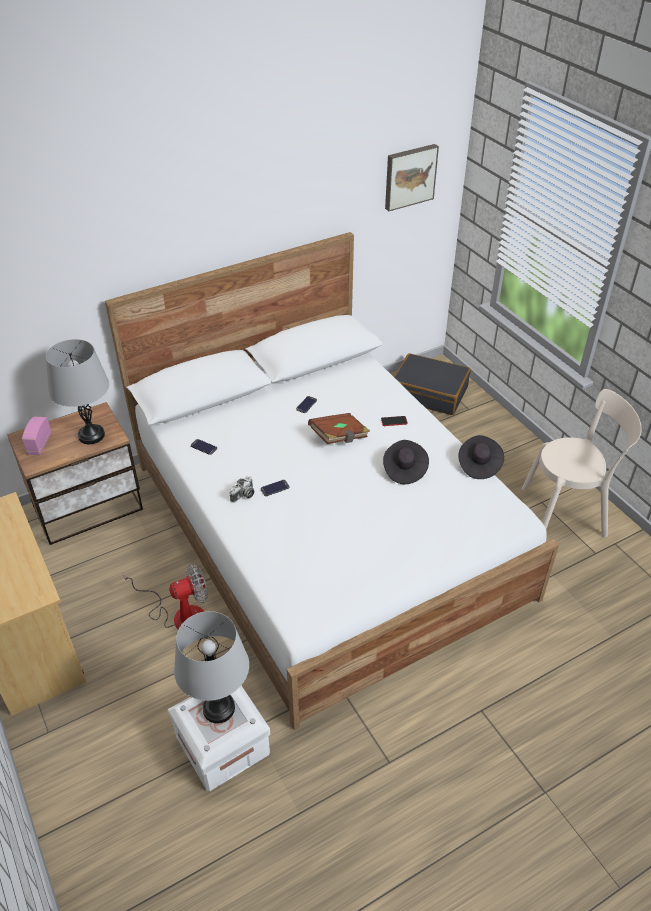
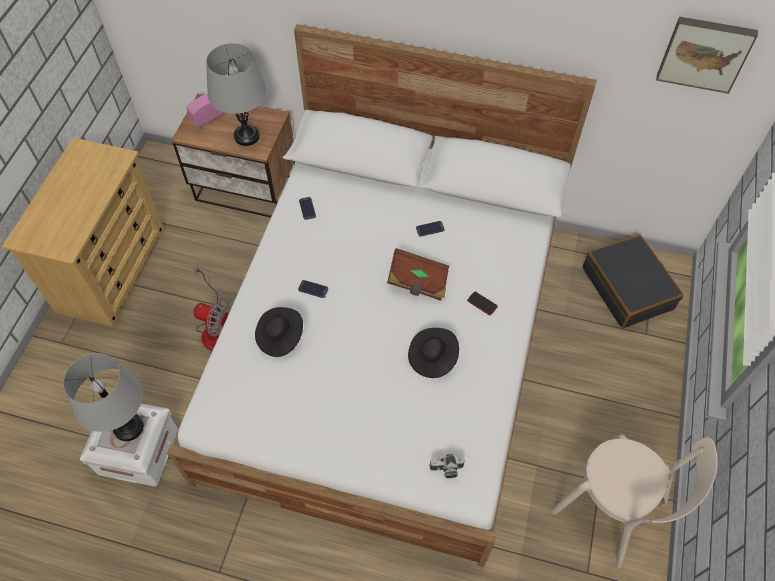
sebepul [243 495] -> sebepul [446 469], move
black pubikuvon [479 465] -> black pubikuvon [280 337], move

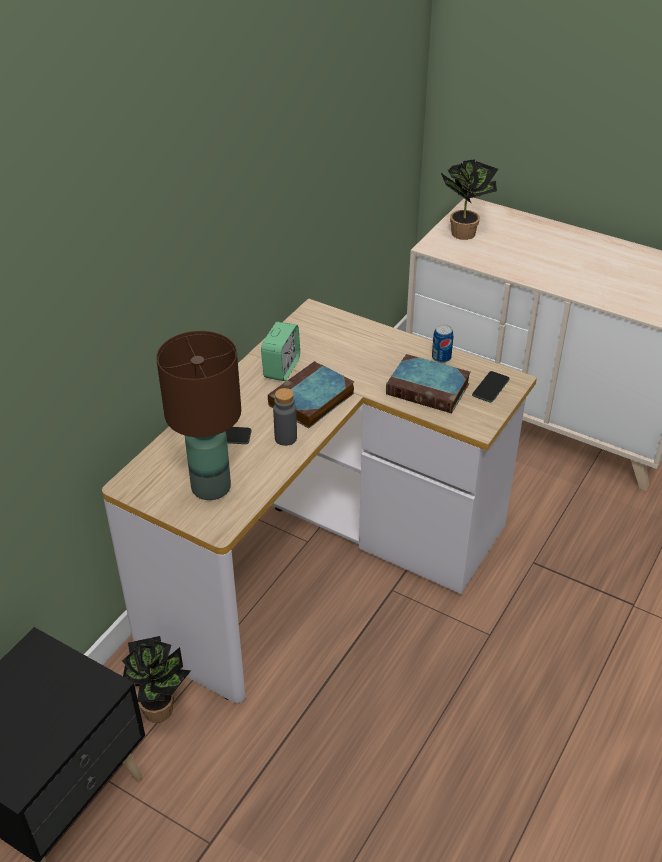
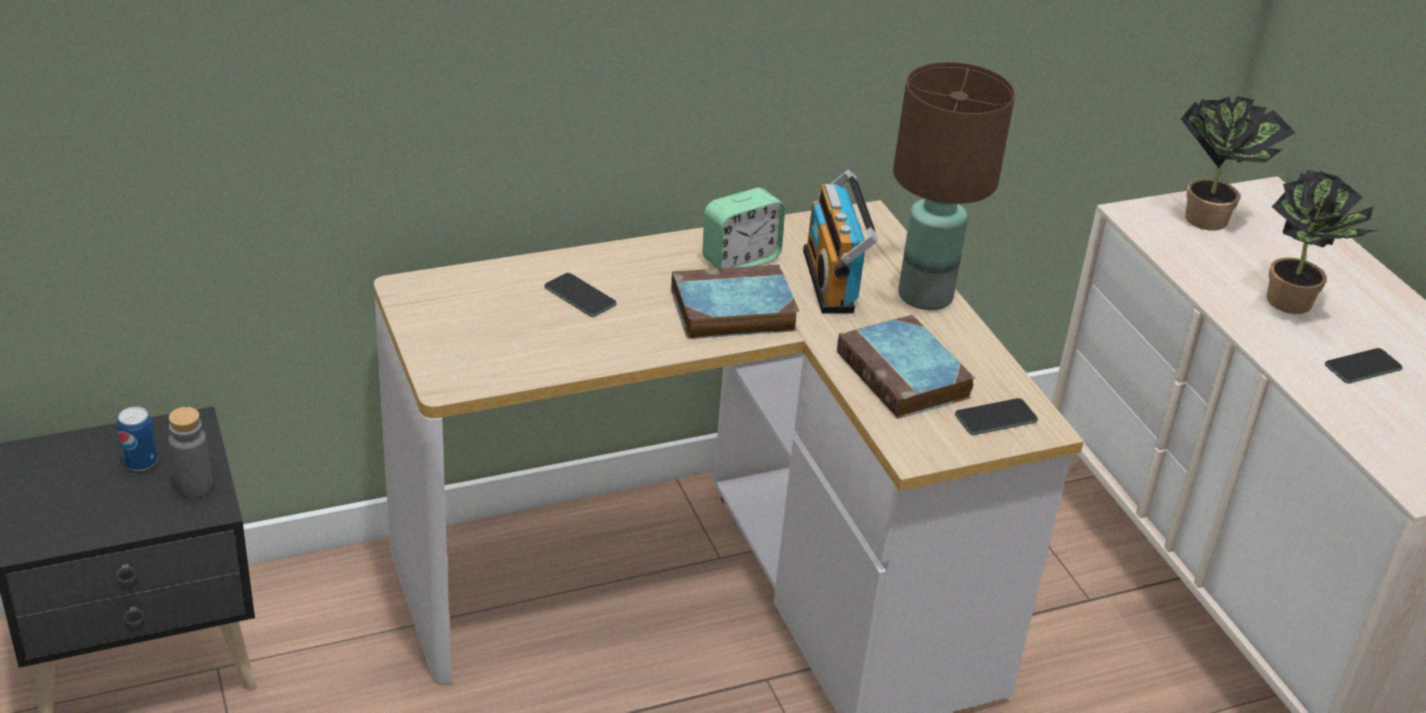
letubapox [162 710] -> letubapox [1295 304], move
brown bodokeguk [210 487] -> brown bodokeguk [924 295], move
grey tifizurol [285 438] -> grey tifizurol [194 486], move
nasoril [441 357] -> nasoril [141 462], move
none -> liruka [834 281]
none -> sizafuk [1362 367]

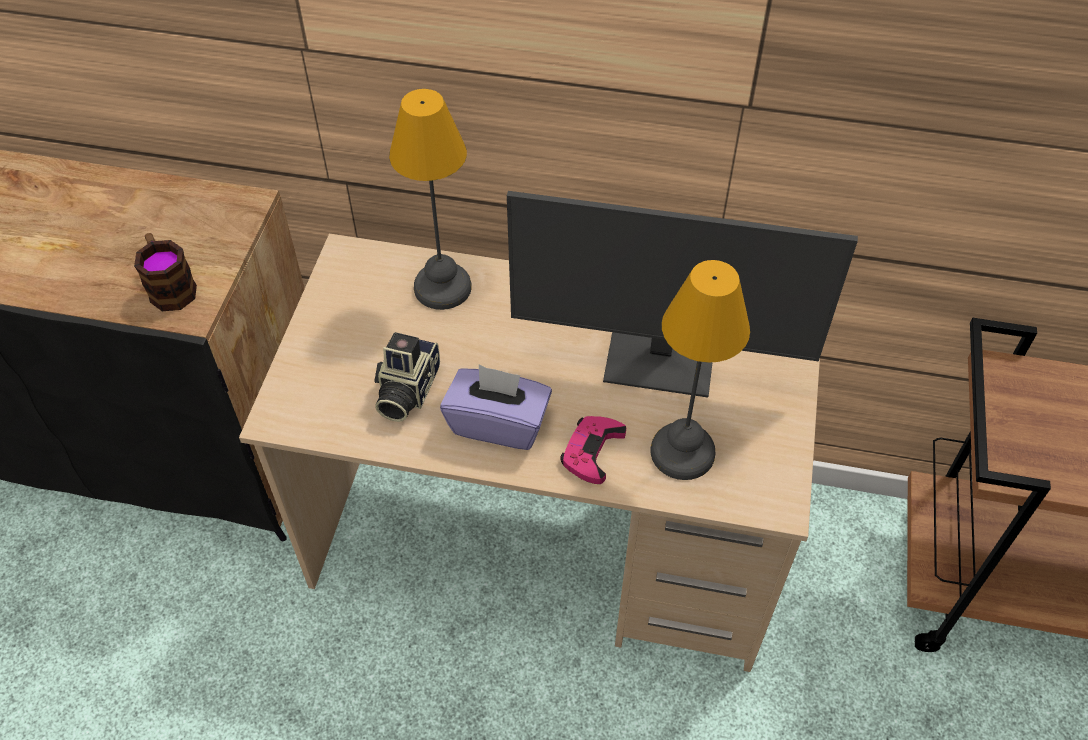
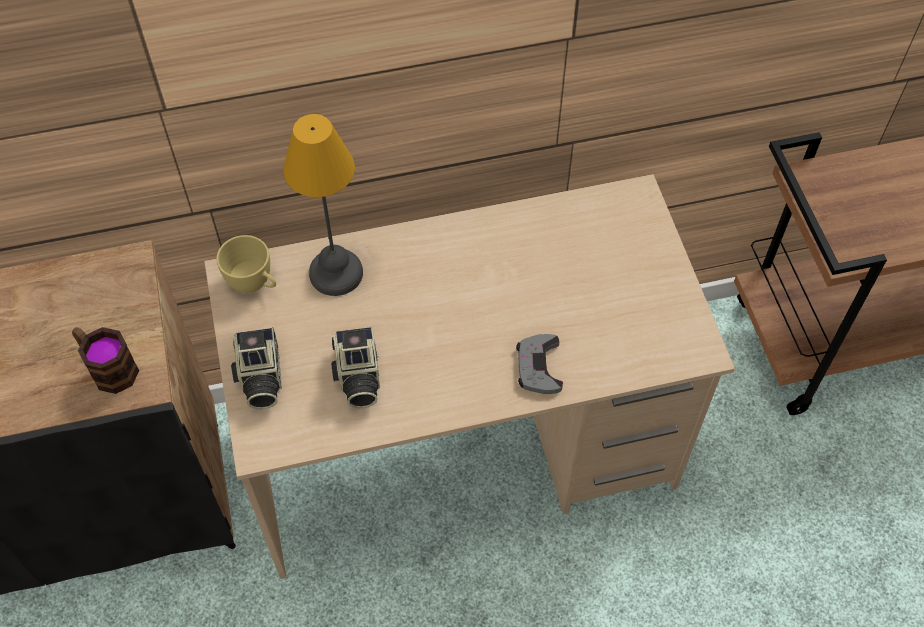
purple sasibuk [498 423] -> none
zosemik [660 360] -> none
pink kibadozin [592 451] -> grey kibadozin [538 367]
bodokeguk [683 454] -> none
none -> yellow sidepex [254 284]
none -> sebepul [259 378]

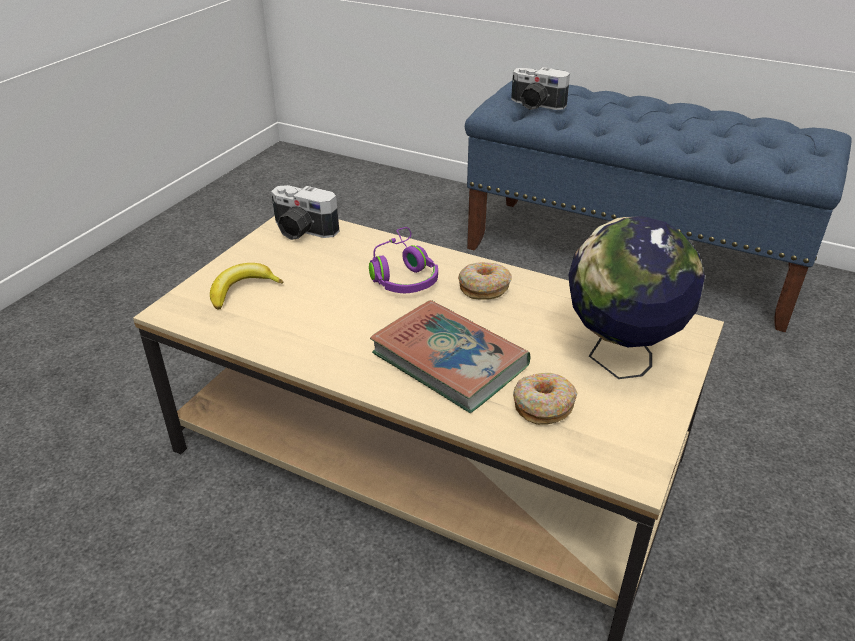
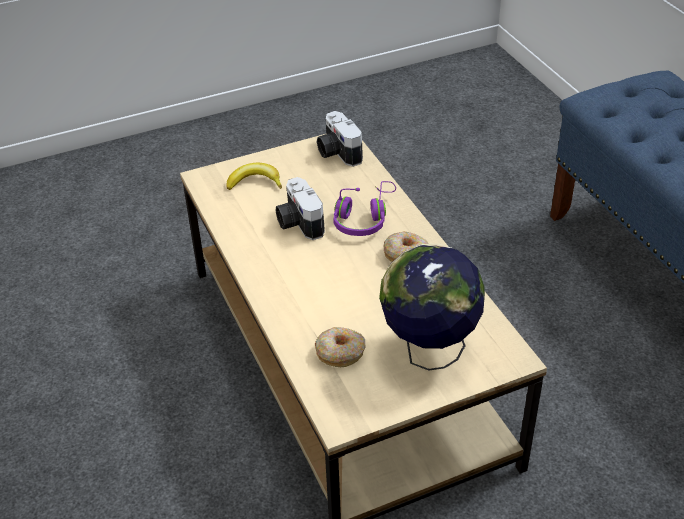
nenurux [449 361] -> none
sebepul [535 105] -> sebepul [298 223], move

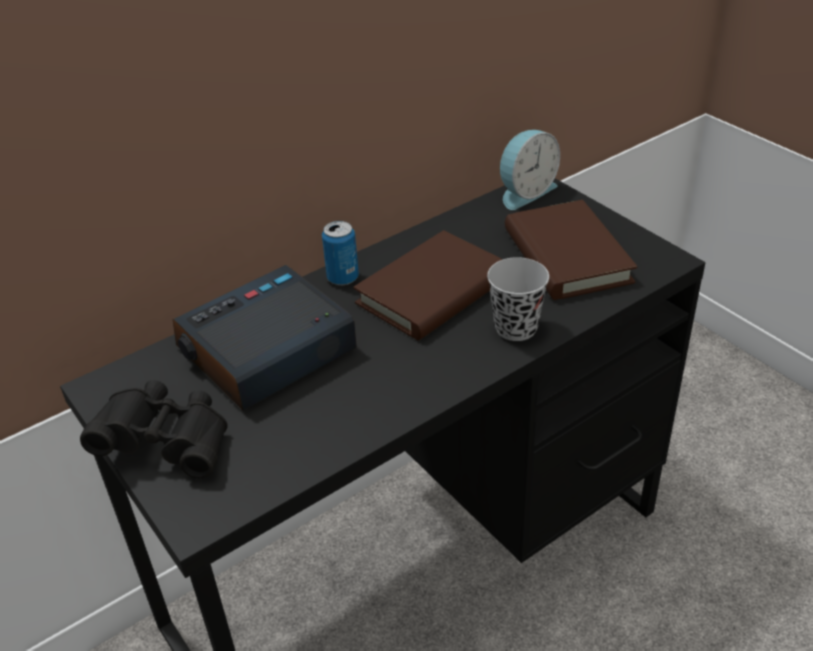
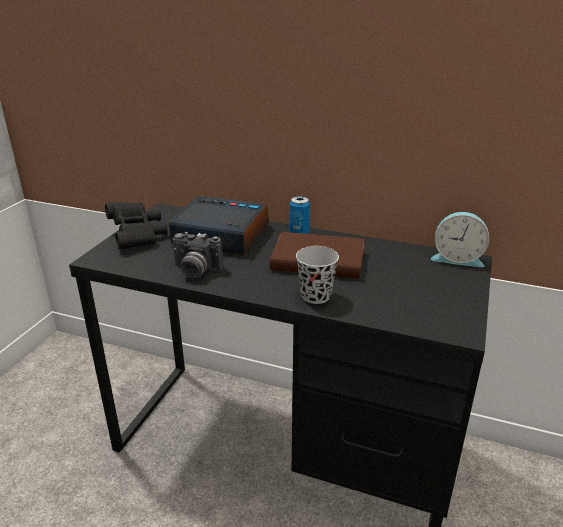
brown nenurux [566 256] -> none
none -> sebepul [195 271]

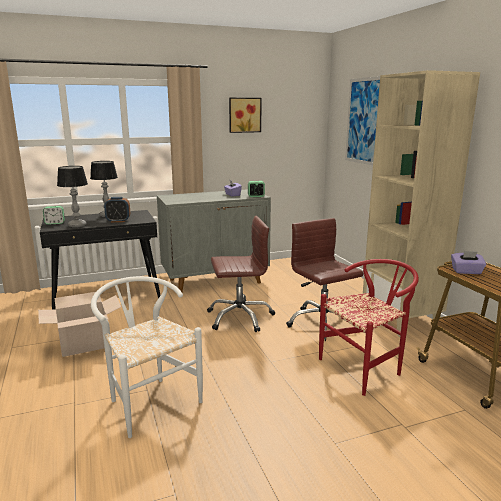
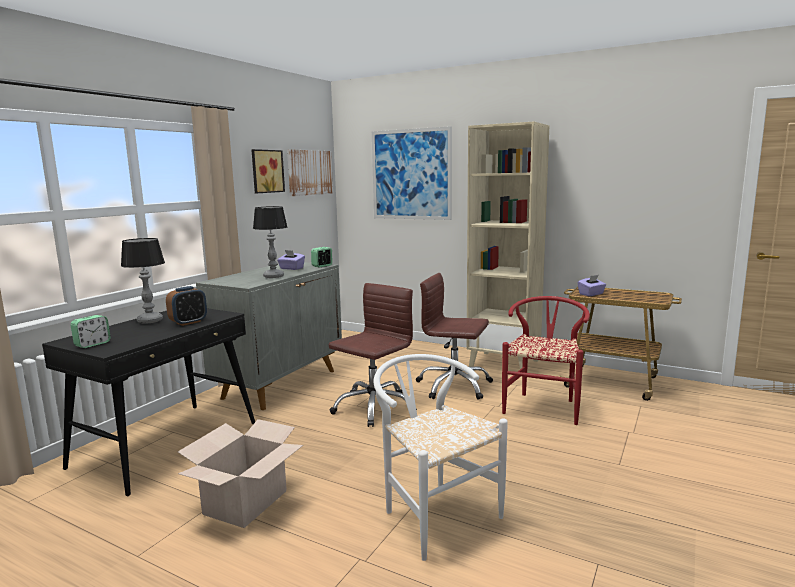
bodokeguk [78 225] -> bodokeguk [274 276], move
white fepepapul [149 401] -> white fepepapul [434 513], 45 degrees clockwise
none -> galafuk [309 172]

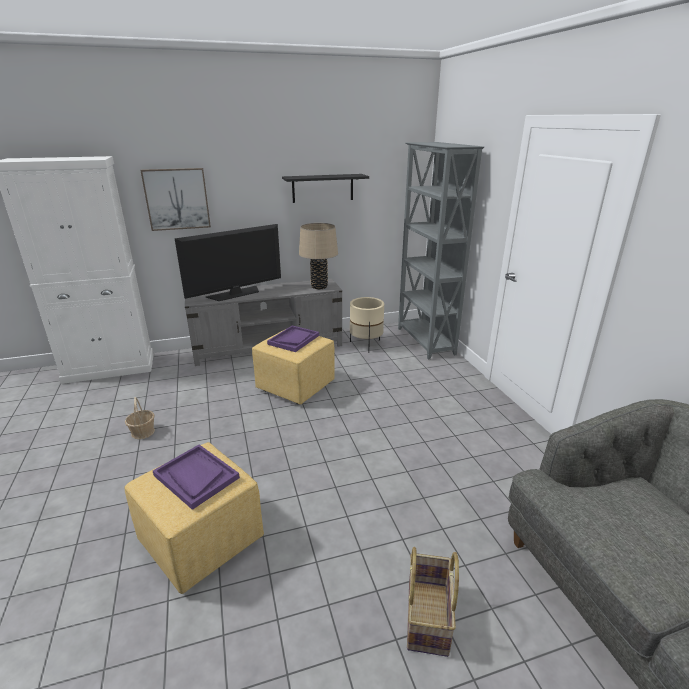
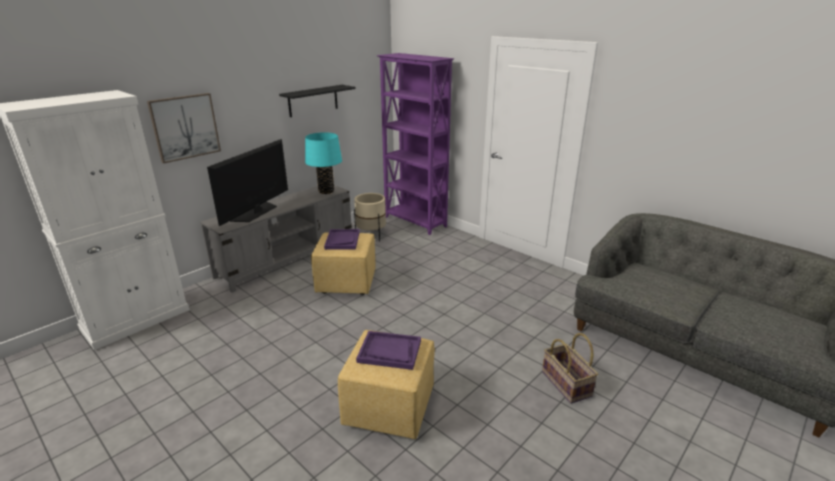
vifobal [143 432] -> none
beige bodokeguk [319 287] -> turquoise bodokeguk [326 191]
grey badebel [425 341] -> purple badebel [415 222]

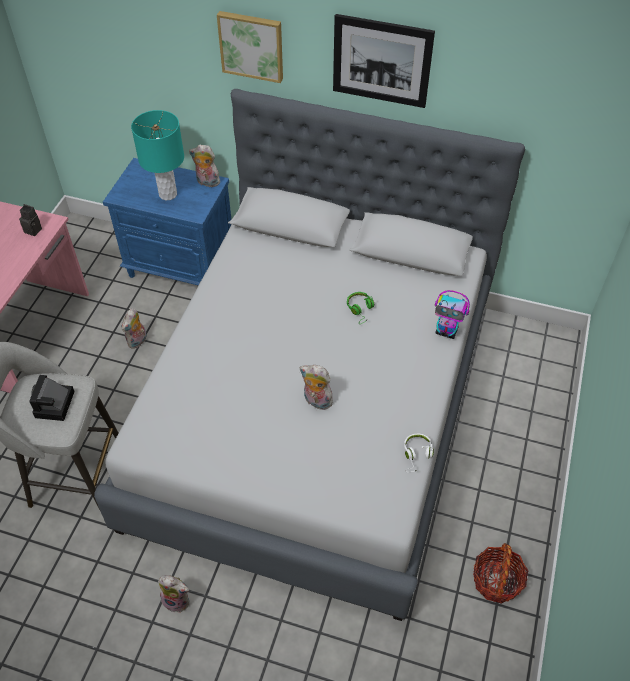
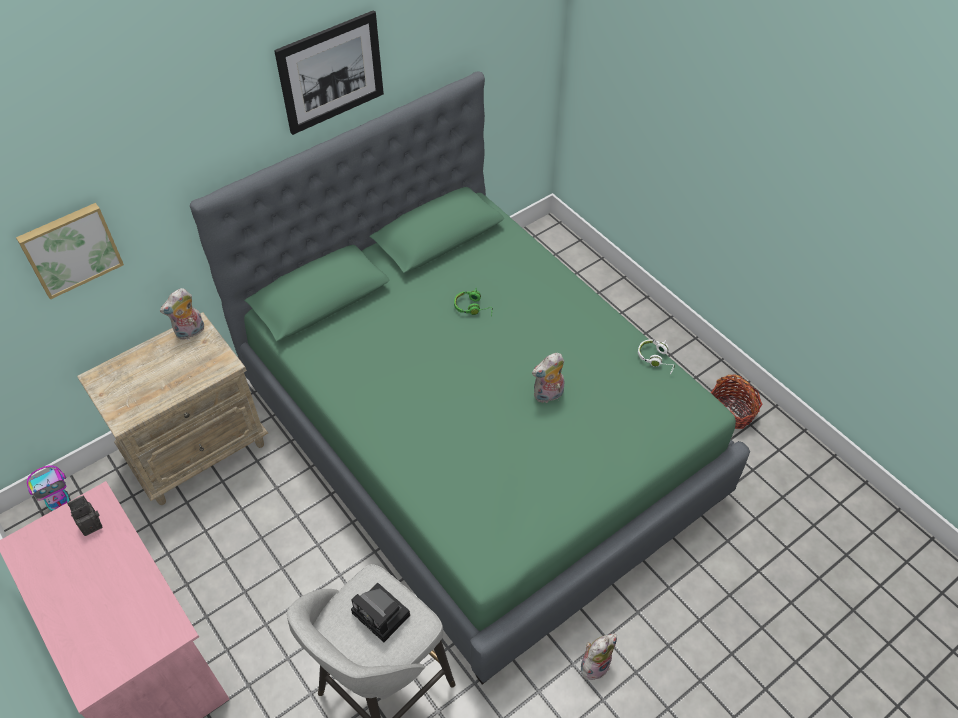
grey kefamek [315 412] -> green kefamek [478 438]
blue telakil [182 266] -> beige telakil [197 448]
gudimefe [138 341] -> none
turquoise bodokeguk [167 194] -> none
galafuk [252 45] -> galafuk [70 249], move
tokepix [447 331] -> tokepix [61 503], move

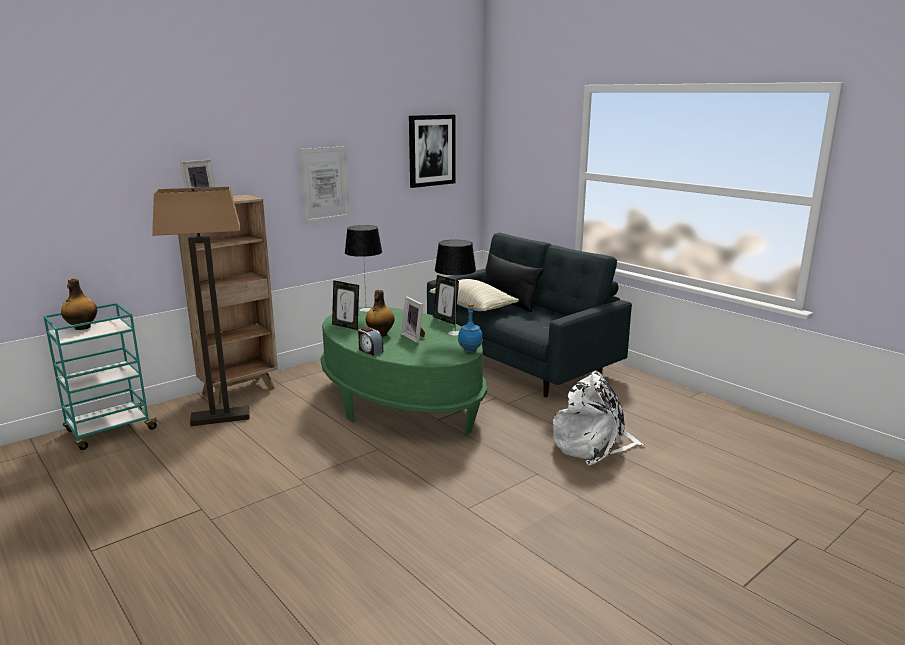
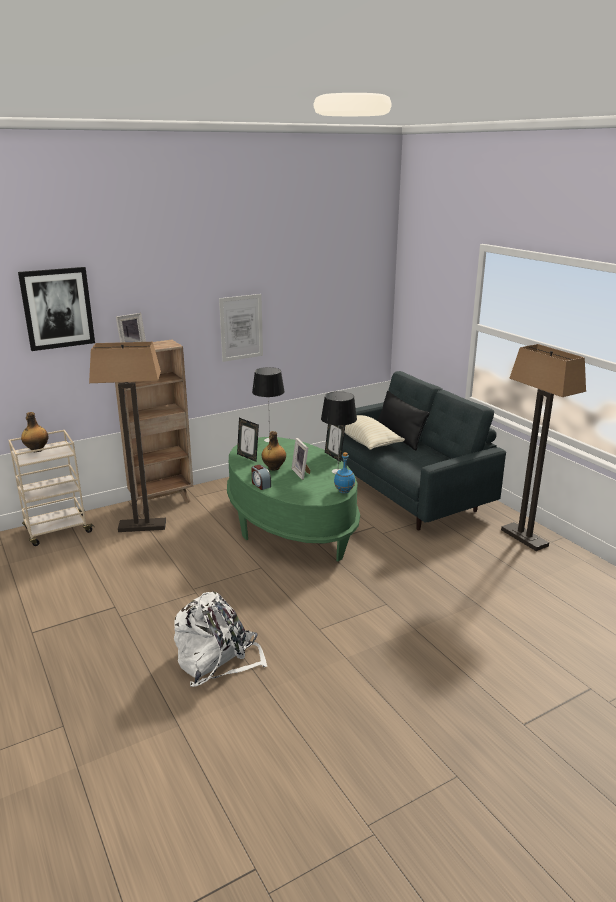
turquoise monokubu [109 431] -> beige monokubu [57 530]
galafuk [431 150] -> galafuk [57 308], move
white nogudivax [593 446] -> white nogudivax [217 660], move
none -> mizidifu [524 538]

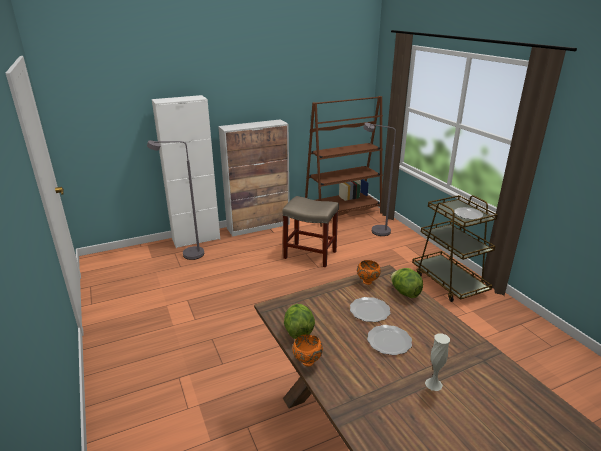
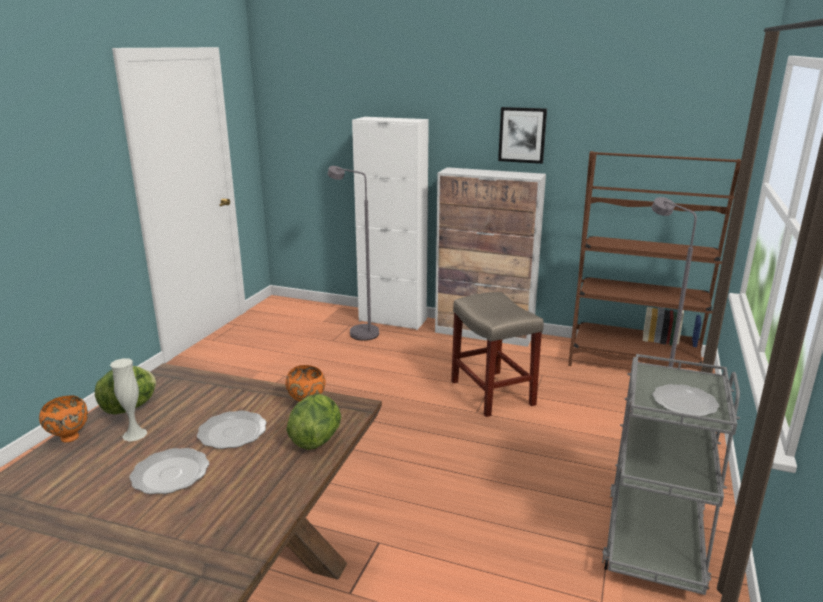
brown monokubu [448 282] -> grey monokubu [654 540]
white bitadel [433 384] -> white bitadel [134 434], move
none -> galafuk [522 135]

